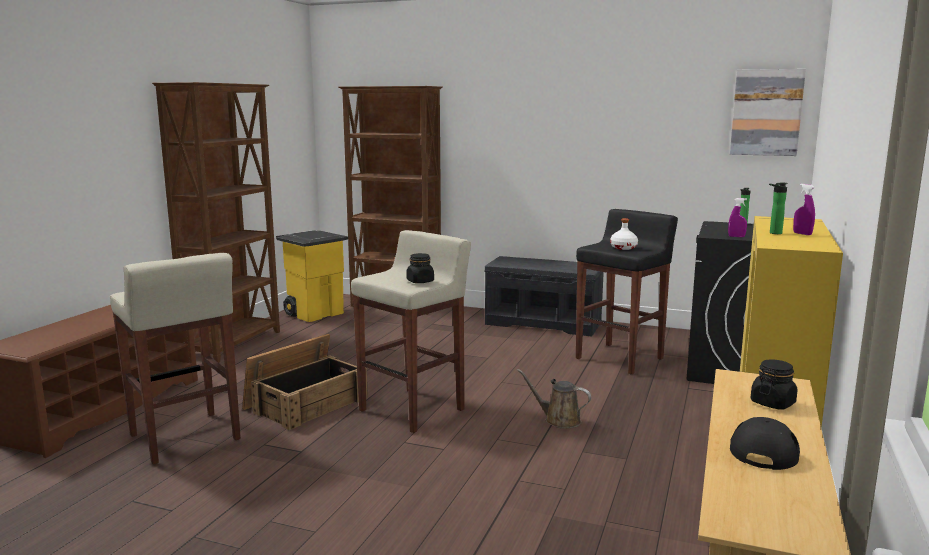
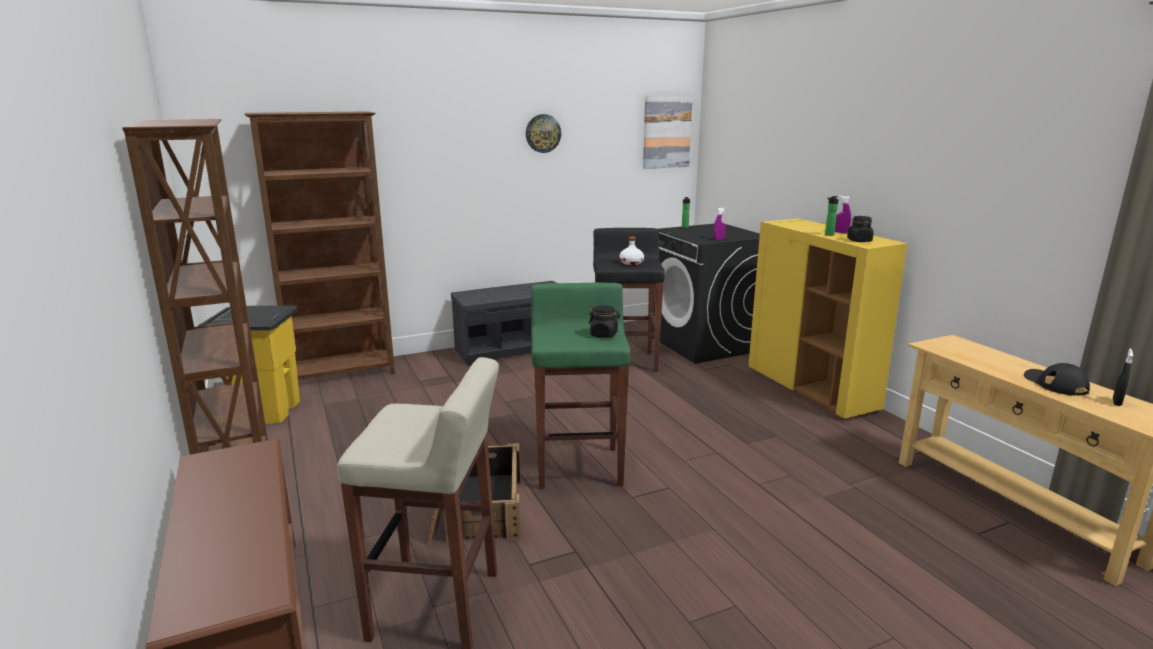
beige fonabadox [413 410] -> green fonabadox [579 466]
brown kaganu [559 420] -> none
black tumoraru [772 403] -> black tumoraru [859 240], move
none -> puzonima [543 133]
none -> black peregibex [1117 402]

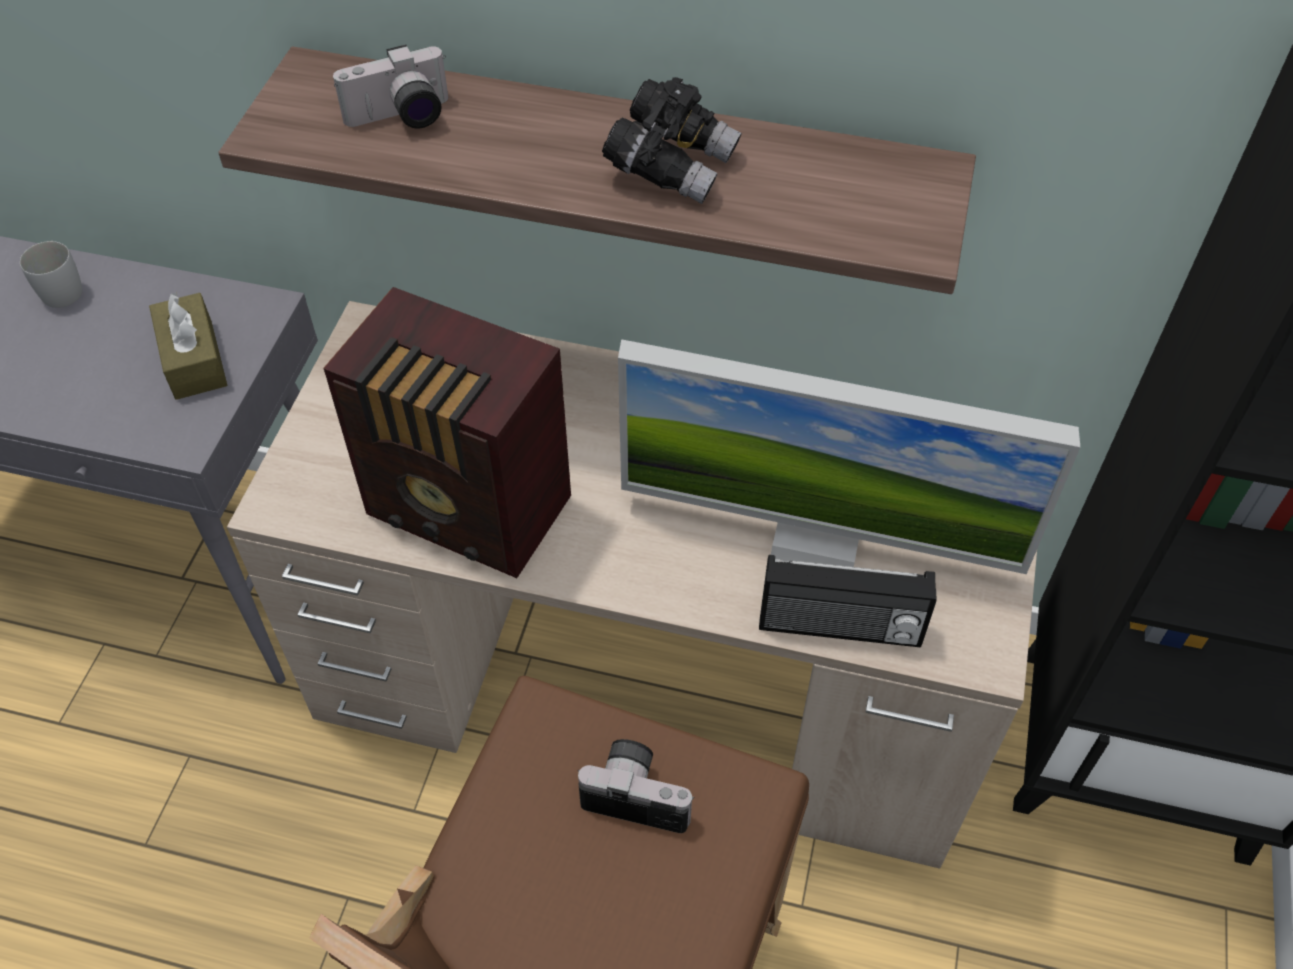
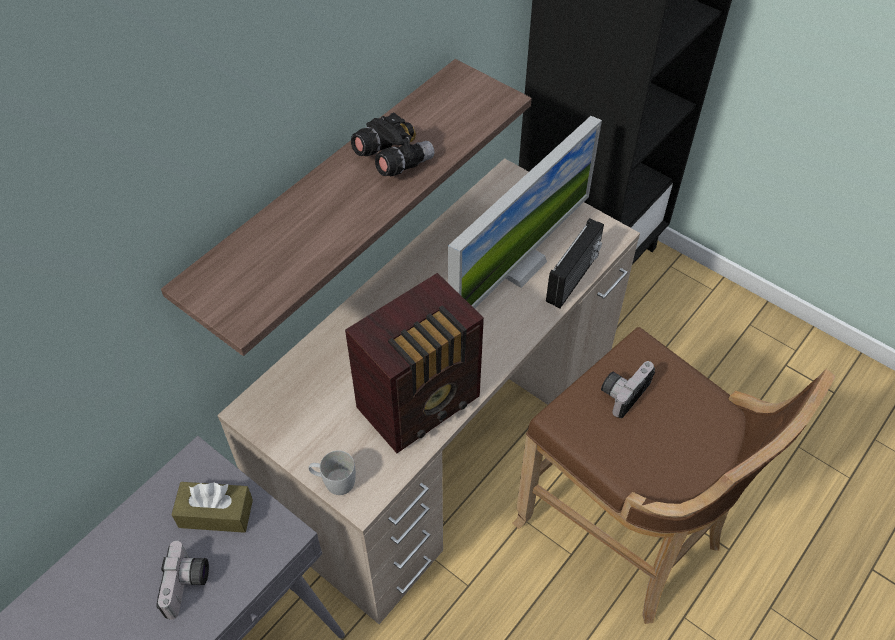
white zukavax [63 288] -> white zukavax [333 481], move
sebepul [401 118] -> sebepul [188 586], move

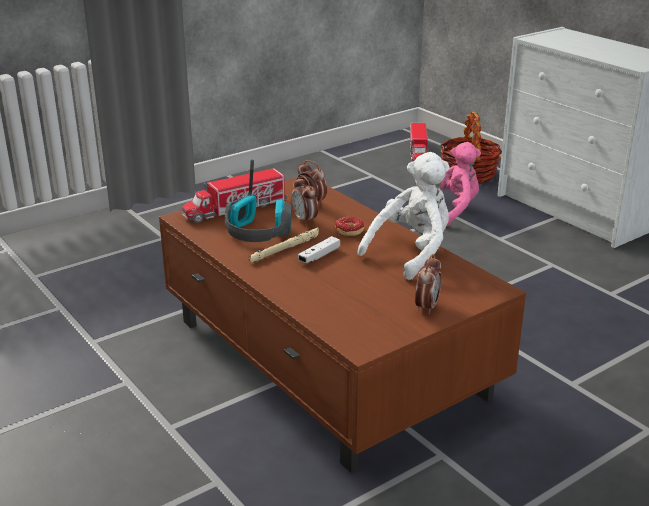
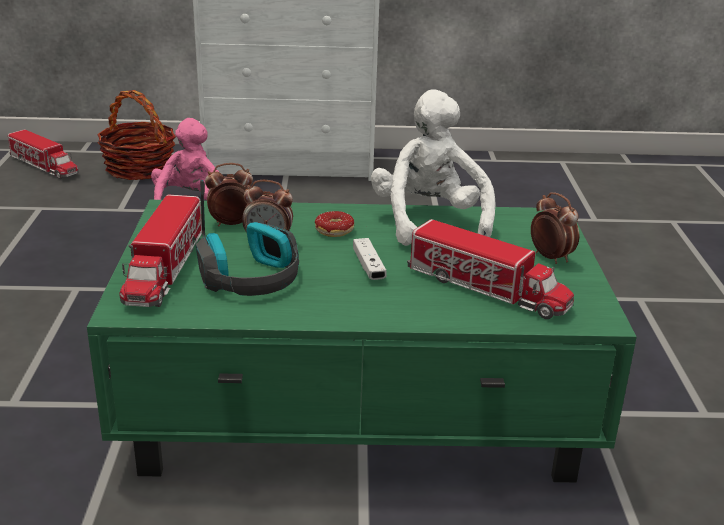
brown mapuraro [328 360] -> green mapuraro [361 403]
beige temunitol [286 248] -> none
none -> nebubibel [487 289]

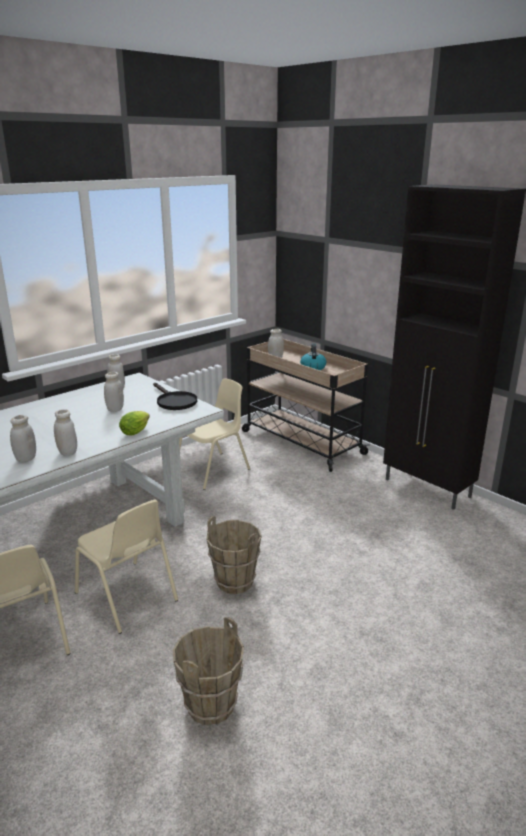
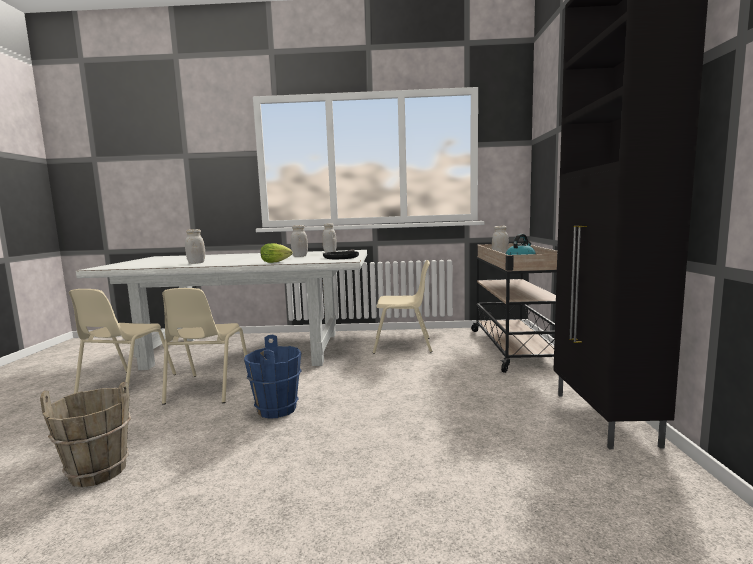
white tumoraru [67 452] -> none
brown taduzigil [235 581] -> blue taduzigil [277 409]

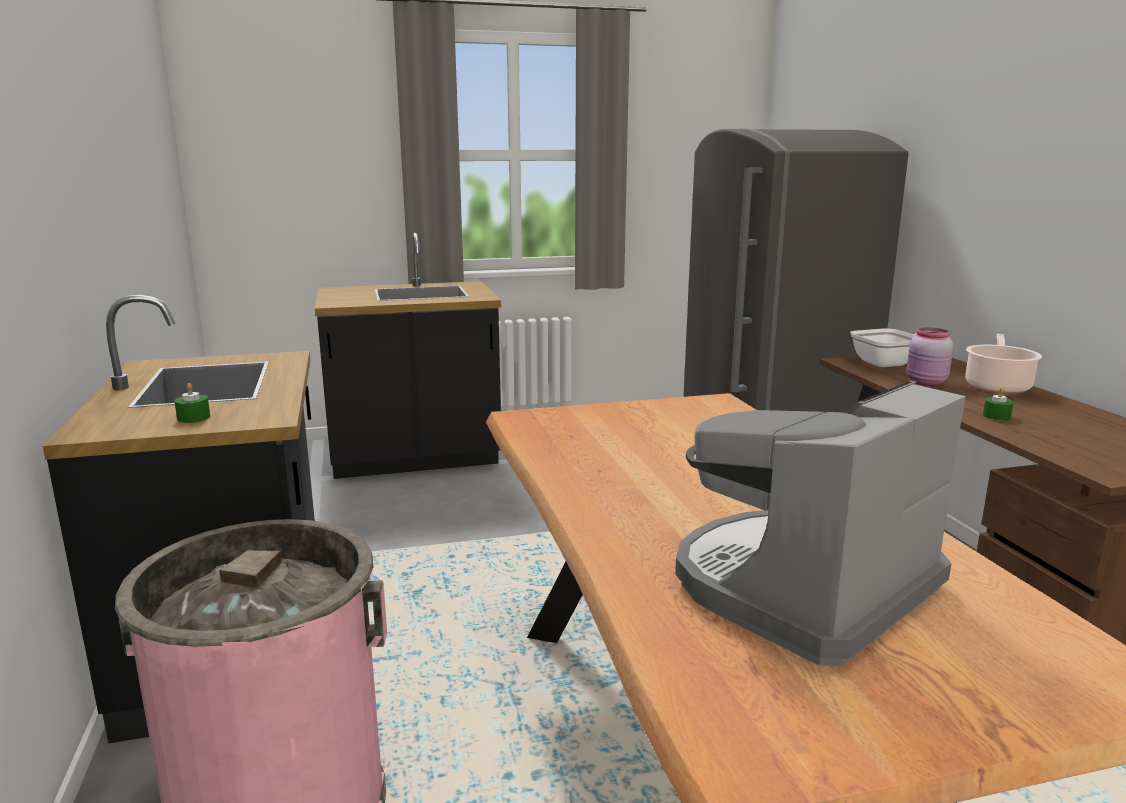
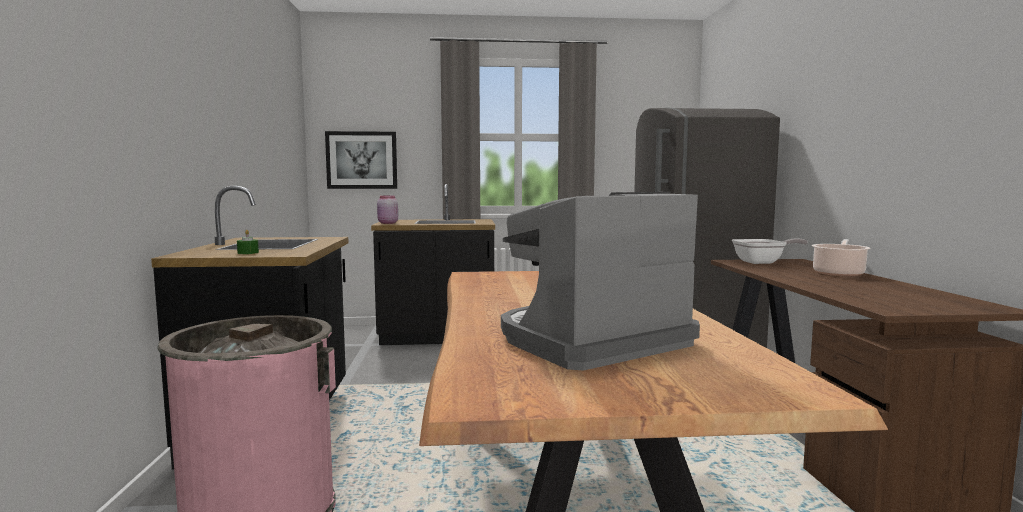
pink tumoraru [926 382] -> pink tumoraru [387 223], move
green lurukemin [996 416] -> none
none -> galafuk [361 160]

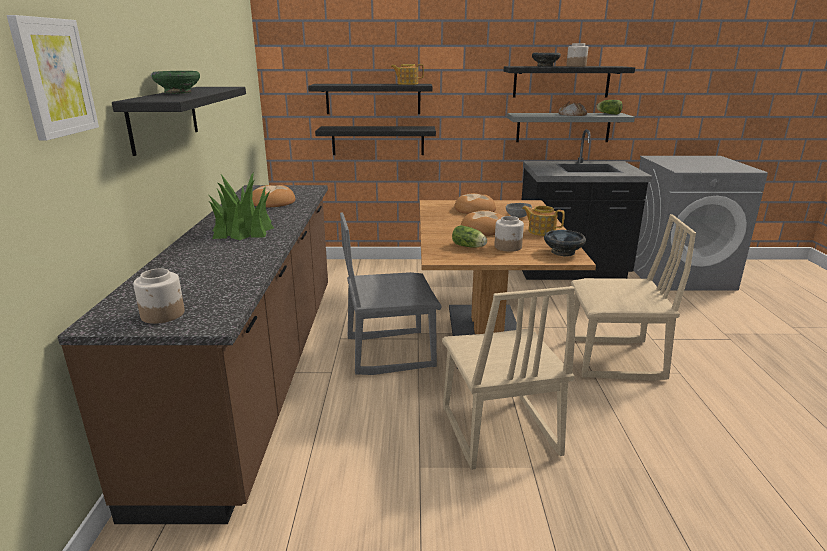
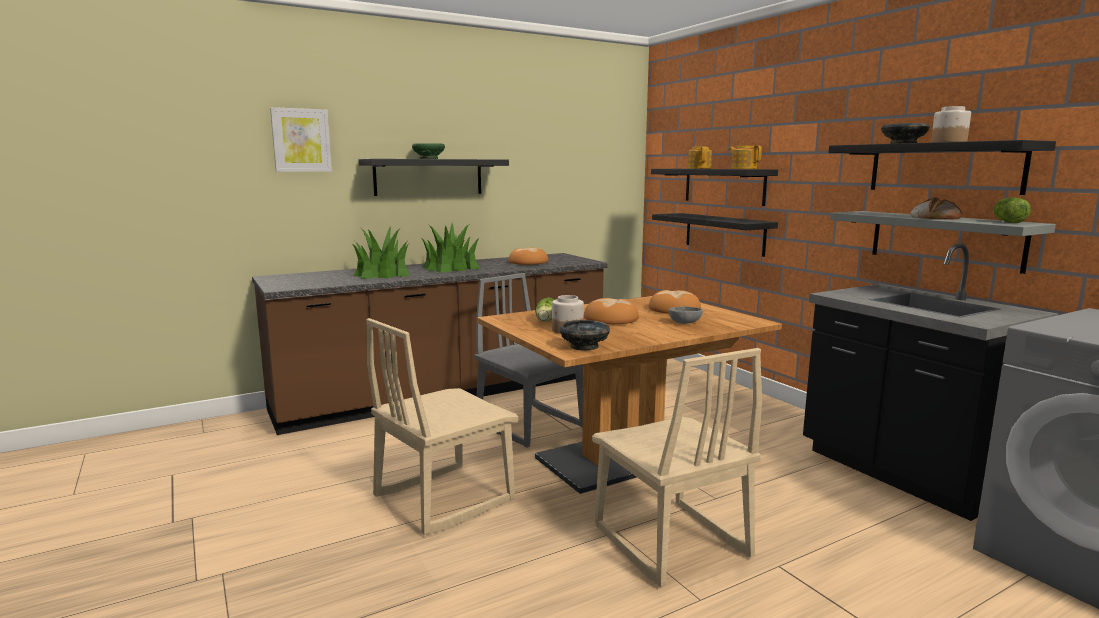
tumoraru [163 314] -> none
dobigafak [541 231] -> dobigafak [699 168], move
none -> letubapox [382 274]

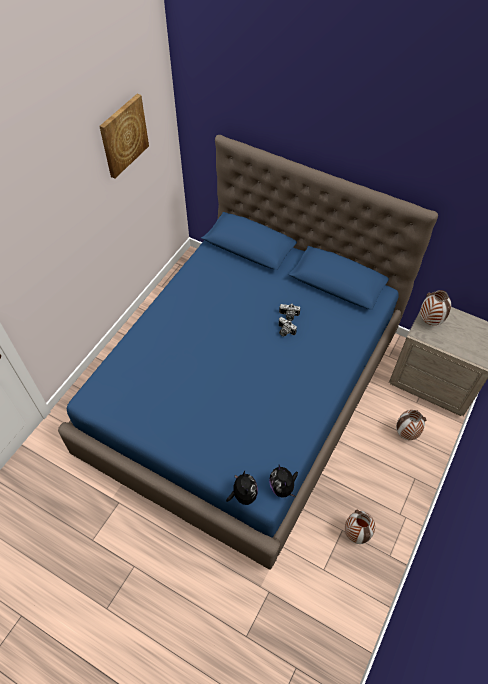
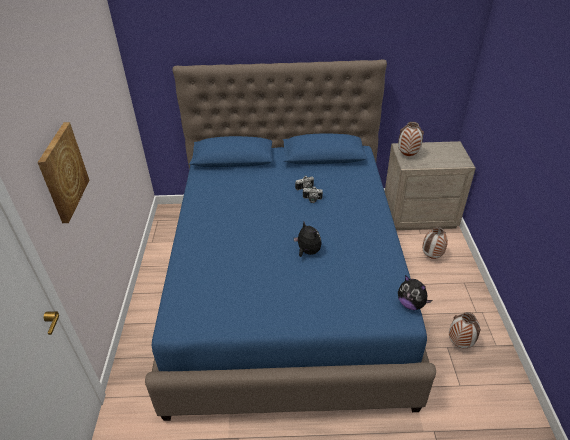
galafuk [123 135] -> galafuk [62 172], move
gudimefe [243 495] -> gudimefe [307 252], move

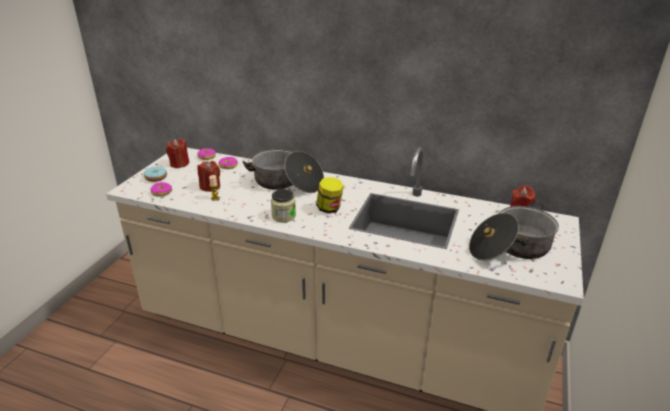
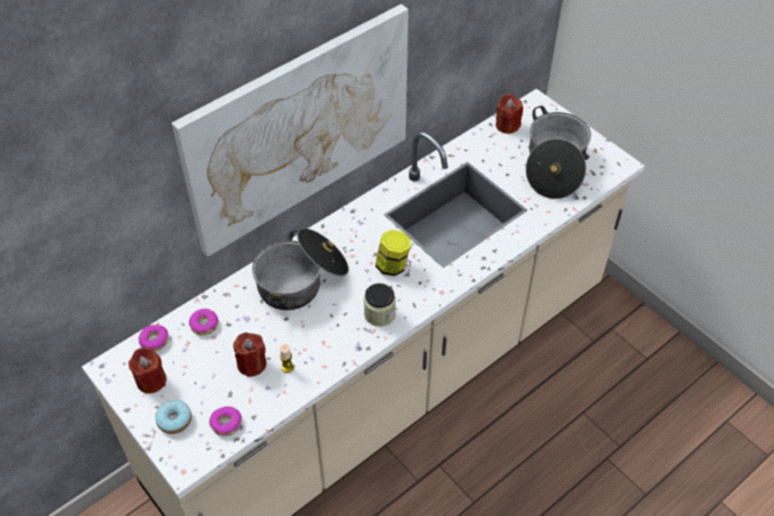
none -> galafuk [299 129]

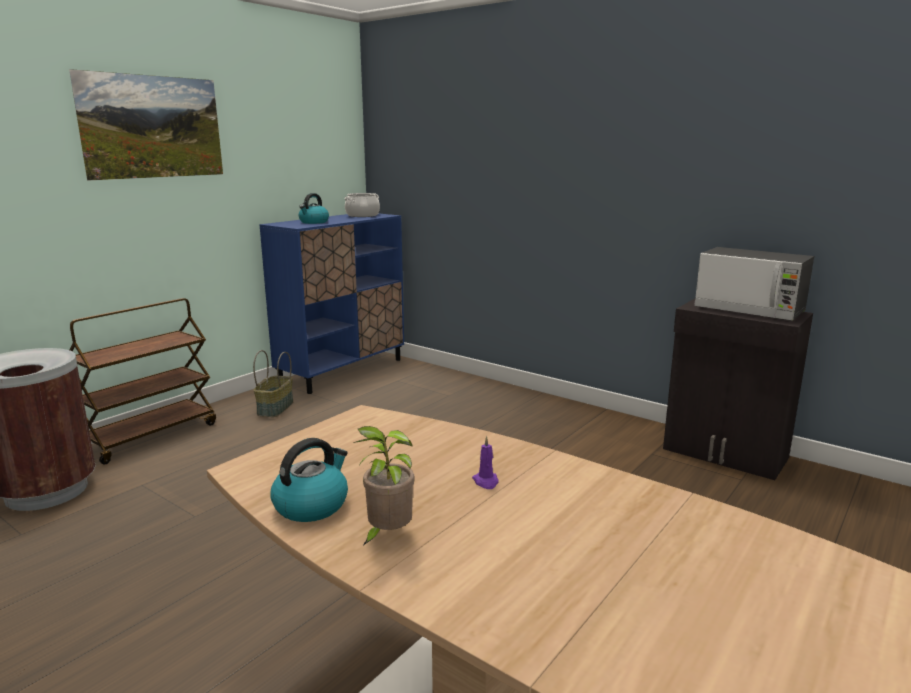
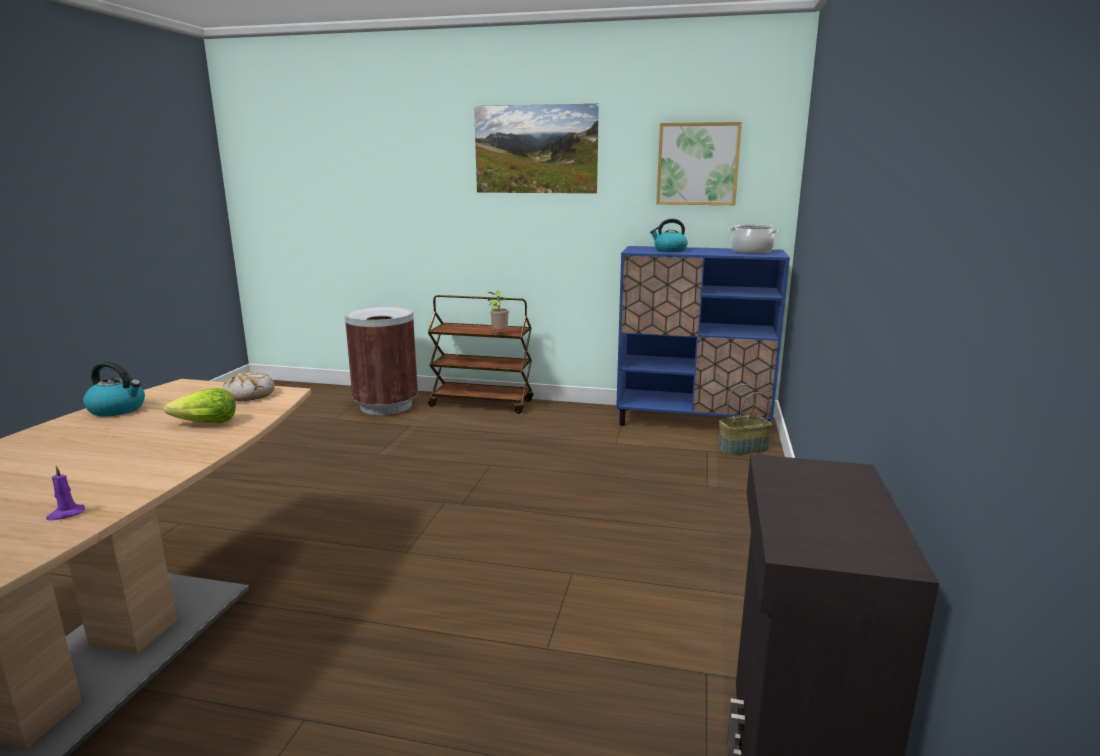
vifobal [276 408] -> vifobal [743 449], move
letubapox [387 535] -> letubapox [498 334], move
purple lurukemin [486 482] -> purple lurukemin [66 514], move
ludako [749 310] -> none
none -> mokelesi [206 423]
none -> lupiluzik [250 395]
none -> galafuk [697 164]

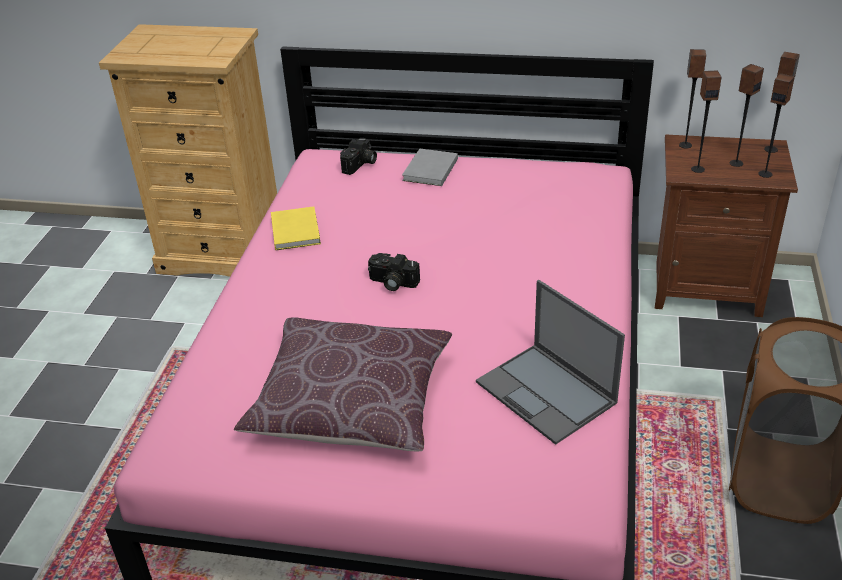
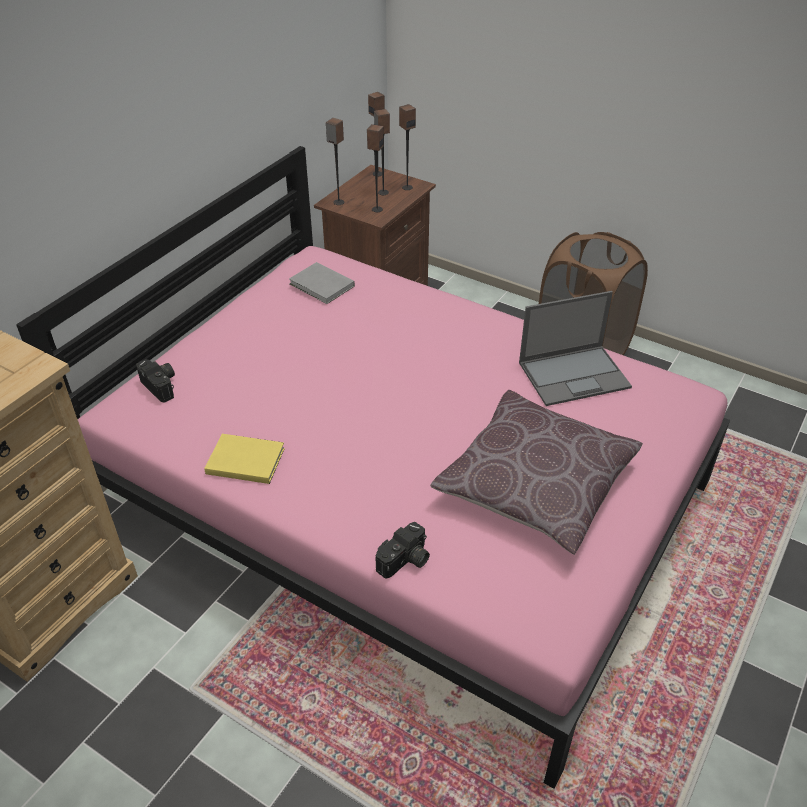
sebepul [392 283] -> sebepul [405 561], move
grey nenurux [429 170] -> grey nenurux [322 286], move

